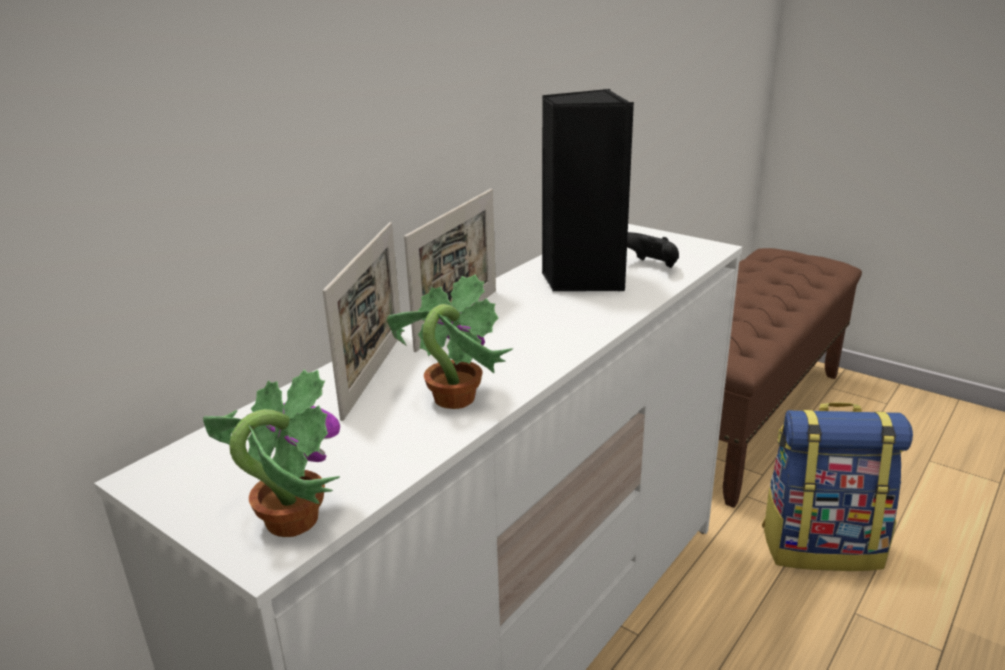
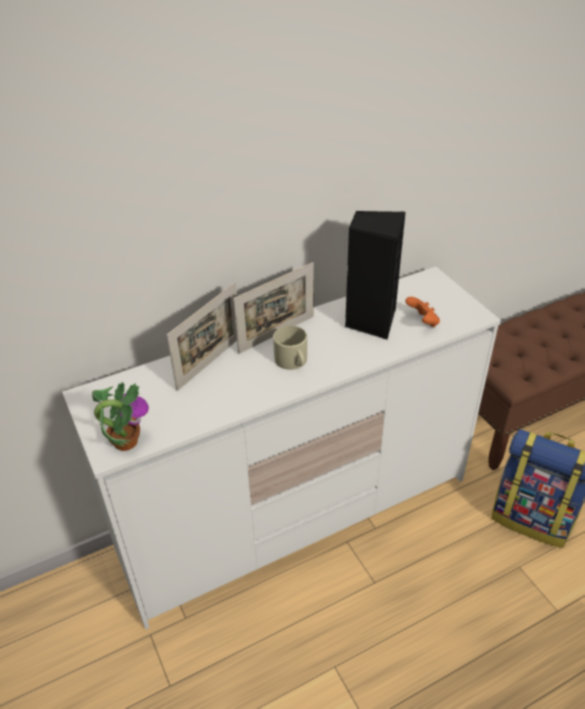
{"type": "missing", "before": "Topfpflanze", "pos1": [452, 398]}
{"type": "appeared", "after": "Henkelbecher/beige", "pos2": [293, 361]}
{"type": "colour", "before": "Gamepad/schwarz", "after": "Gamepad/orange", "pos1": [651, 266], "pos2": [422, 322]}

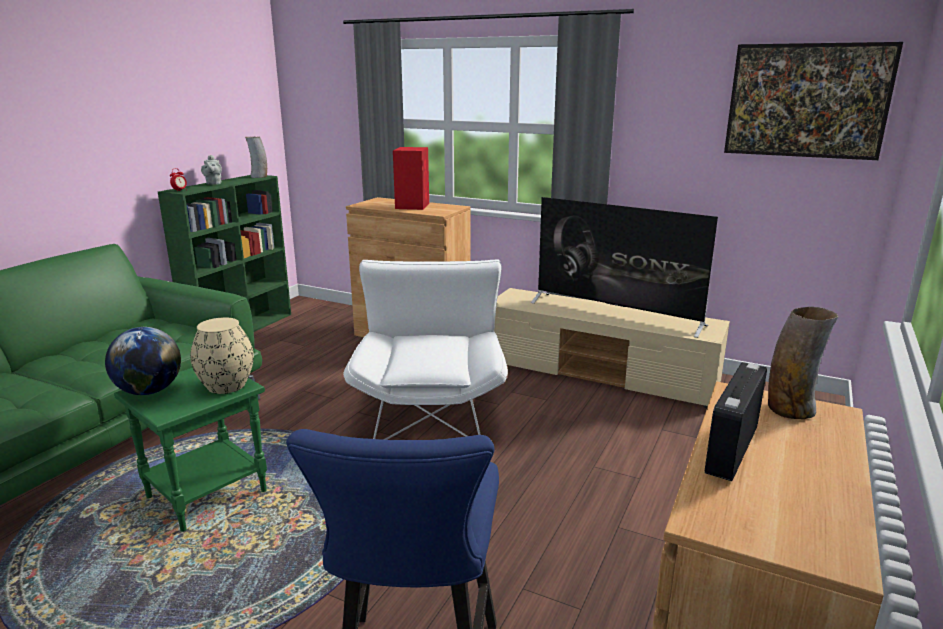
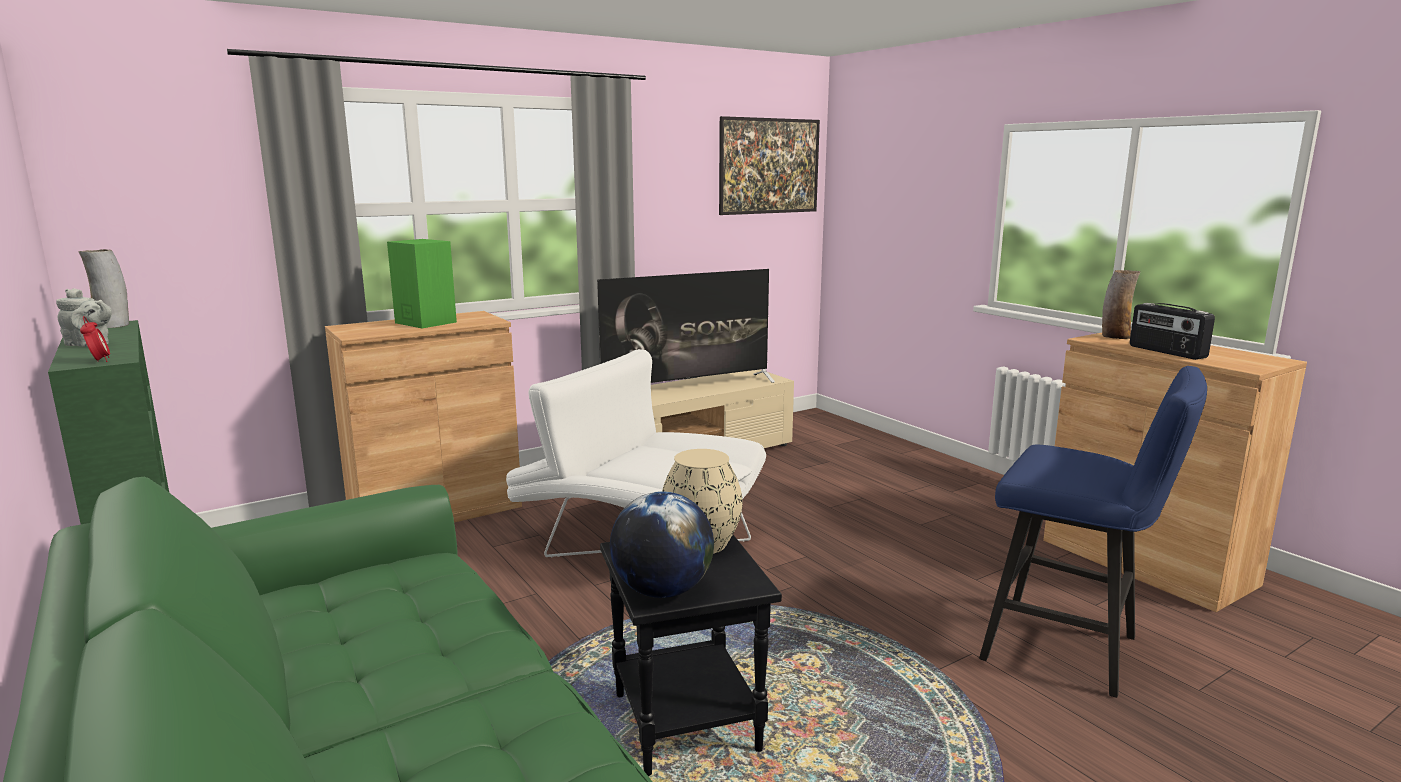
{"type": "colour", "before": "Beistelltisch/grün", "after": "Beistelltisch/schwarz", "pos1": [207, 493], "pos2": [683, 722]}
{"type": "colour", "before": "Lautsprecher/rot", "after": "Lautsprecher/grün", "pos1": [412, 206], "pos2": [425, 322]}

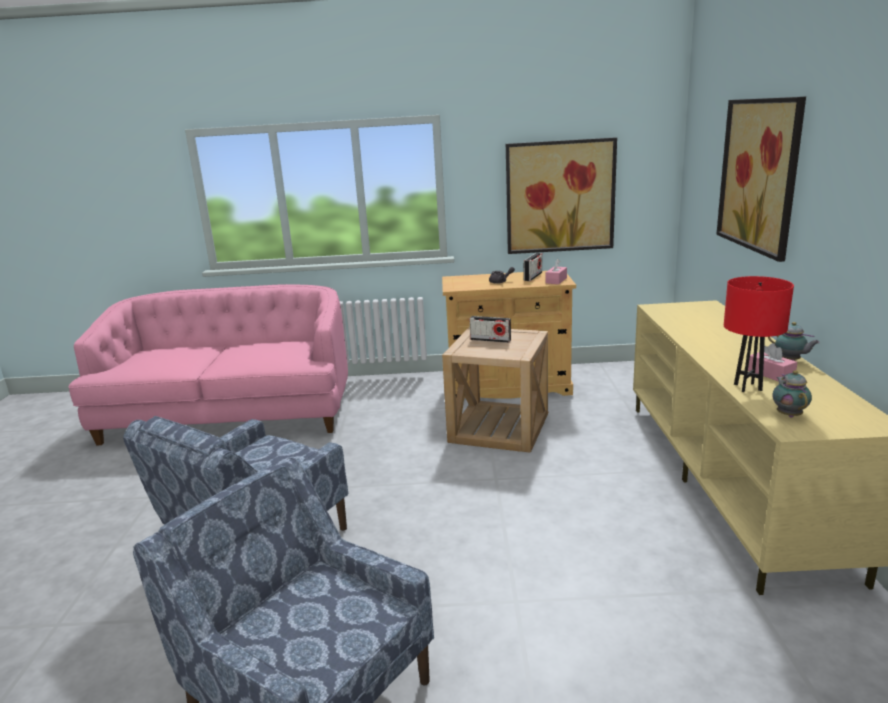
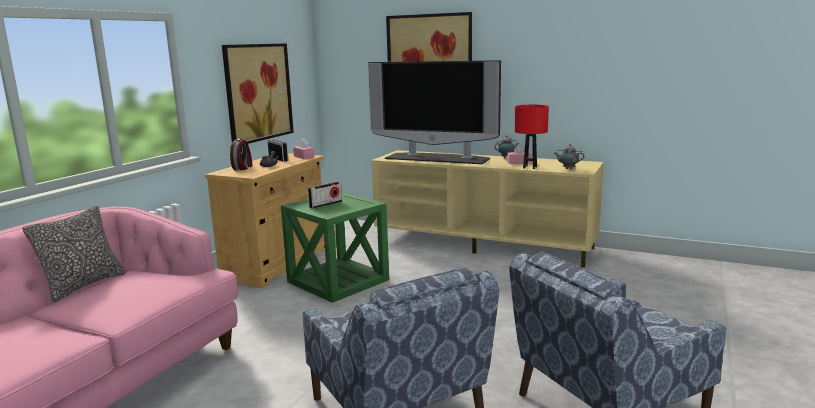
{"type": "appeared", "after": "Kissen", "pos2": [83, 285]}
{"type": "appeared", "after": "Wecker", "pos2": [243, 168]}
{"type": "appeared", "after": "Fernseher", "pos2": [437, 158]}
{"type": "colour", "before": "Beistelltisch/beige", "after": "Beistelltisch/grün", "pos1": [499, 428], "pos2": [338, 281]}

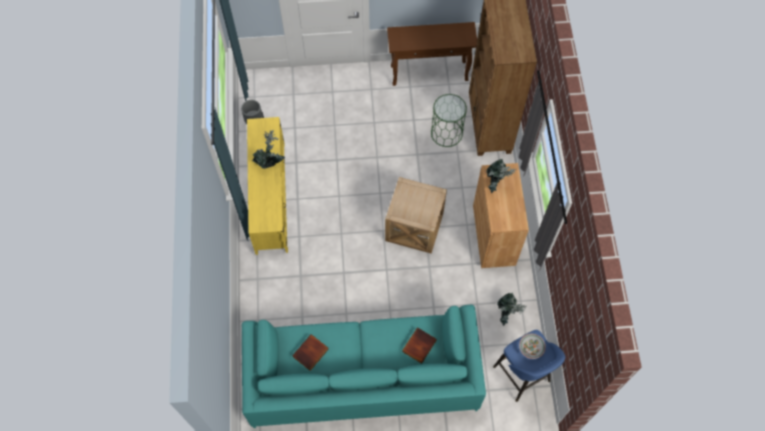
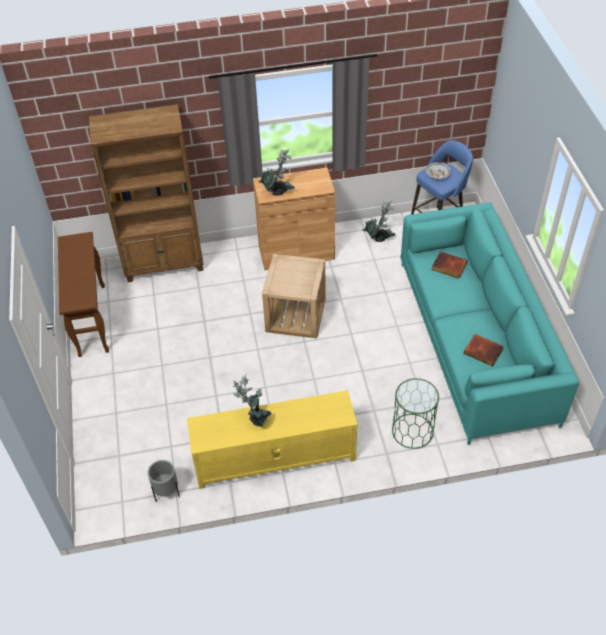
{"type": "relocated", "before": "Beistelltisch/grün", "pos1": [446, 133], "pos2": [412, 431]}

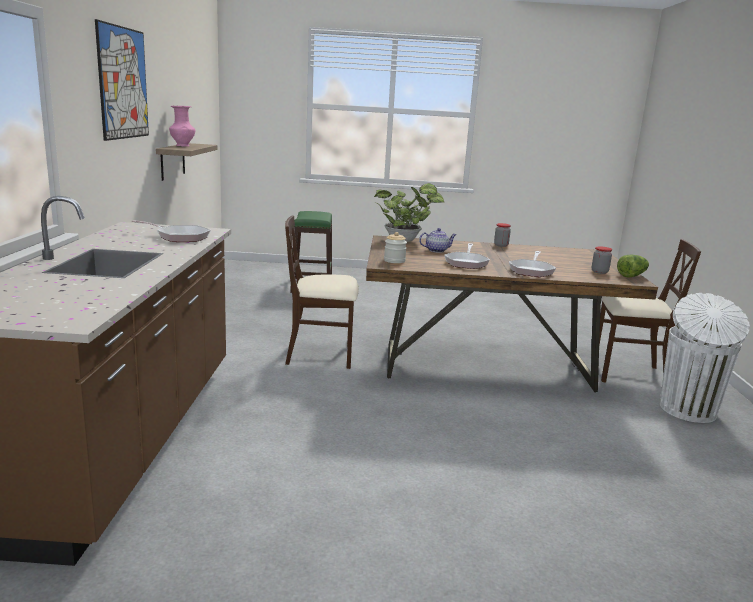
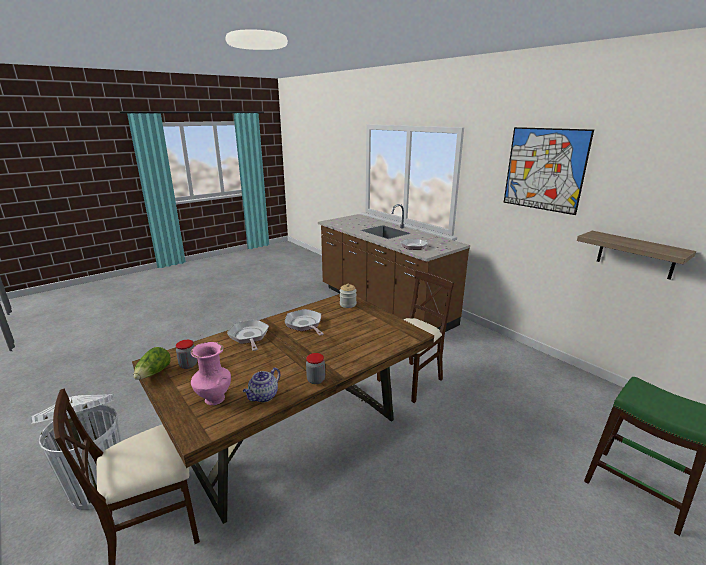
{"type": "missing", "before": "Topfpflanze", "pos1": [405, 240]}
{"type": "relocated", "before": "Vase/rosa", "pos1": [183, 146], "pos2": [213, 399]}
{"type": "relocated", "before": "Teekanne", "pos1": [437, 250], "pos2": [263, 396]}

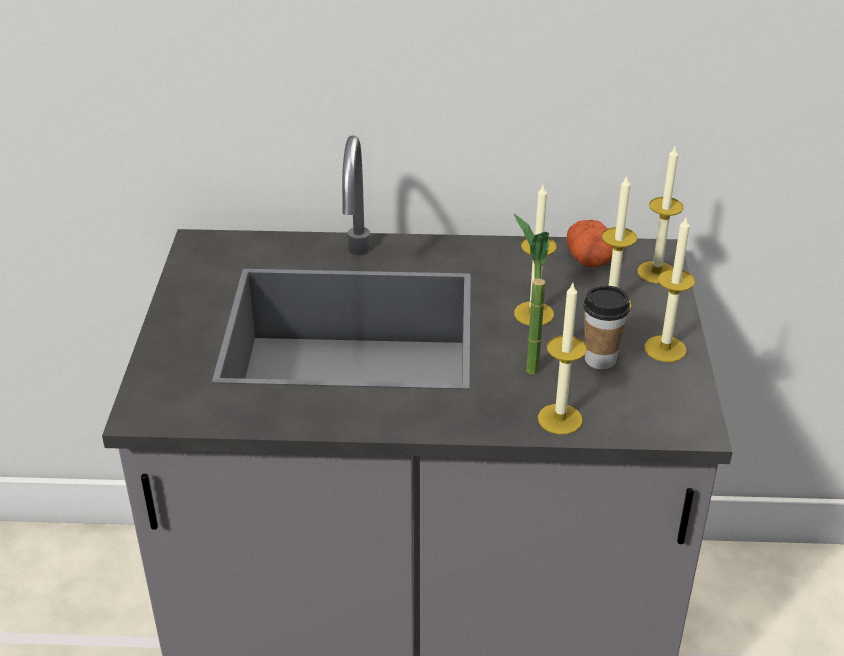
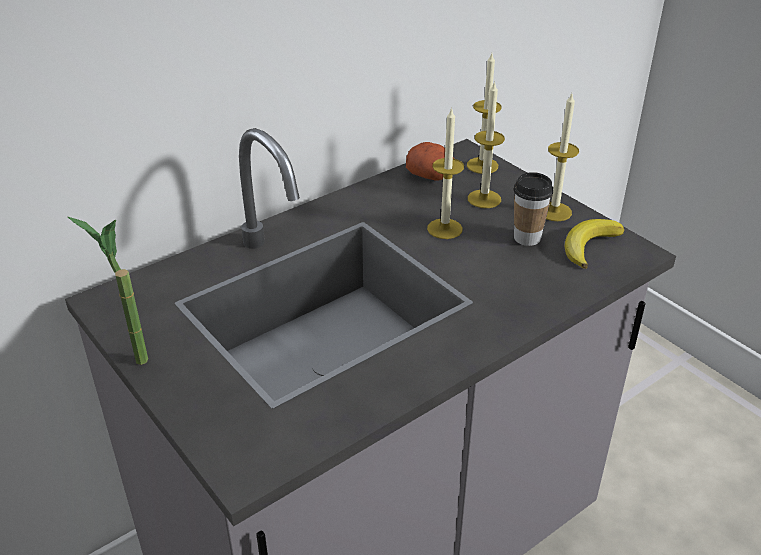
{"type": "missing", "before": "Kerze", "pos1": [560, 419]}
{"type": "appeared", "after": "Banane", "pos2": [589, 245]}
{"type": "relocated", "before": "Topfpflanze", "pos1": [526, 362], "pos2": [131, 356]}

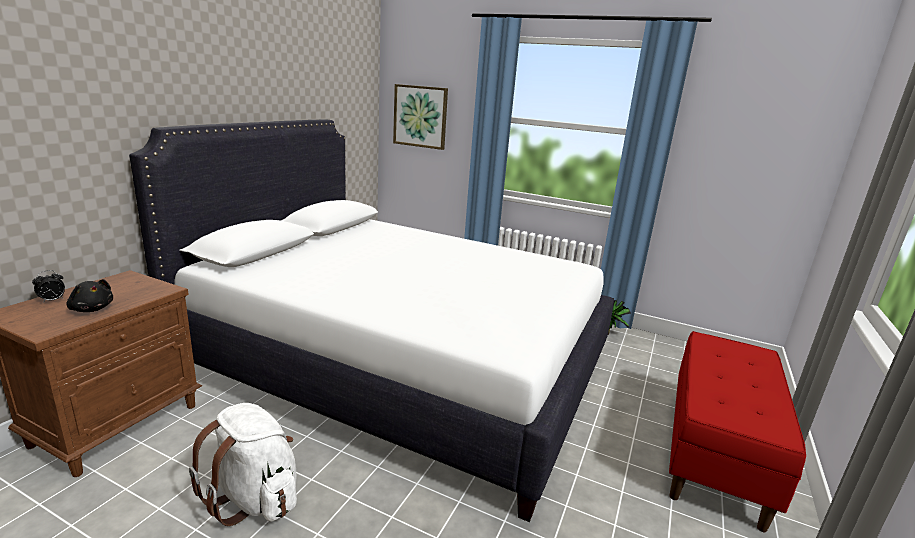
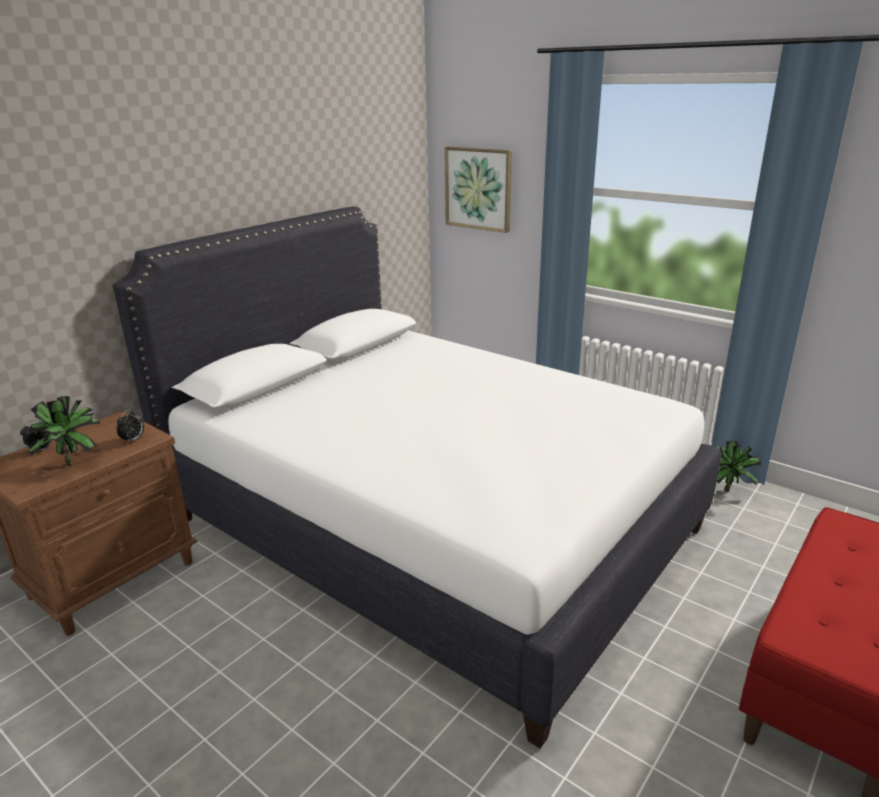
{"type": "missing", "before": "Rucksack/weiß", "pos1": [255, 497]}
{"type": "appeared", "after": "Wecker", "pos2": [133, 440]}
{"type": "exchanged", "before": "Plüschtier/schwarz", "after": "Topfpflanze", "pos1": [92, 309], "pos2": [75, 462]}

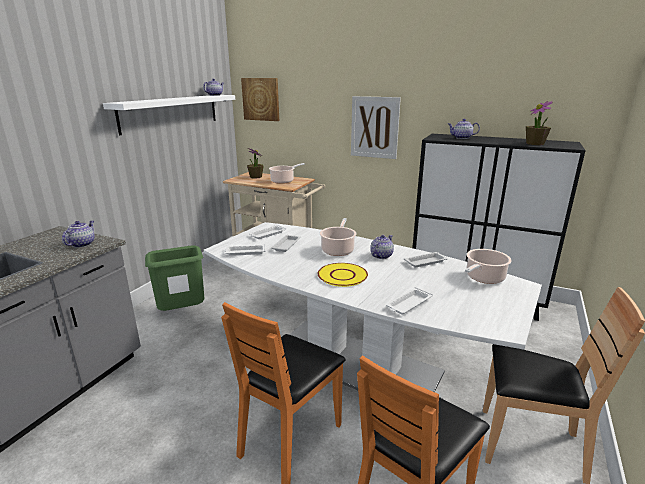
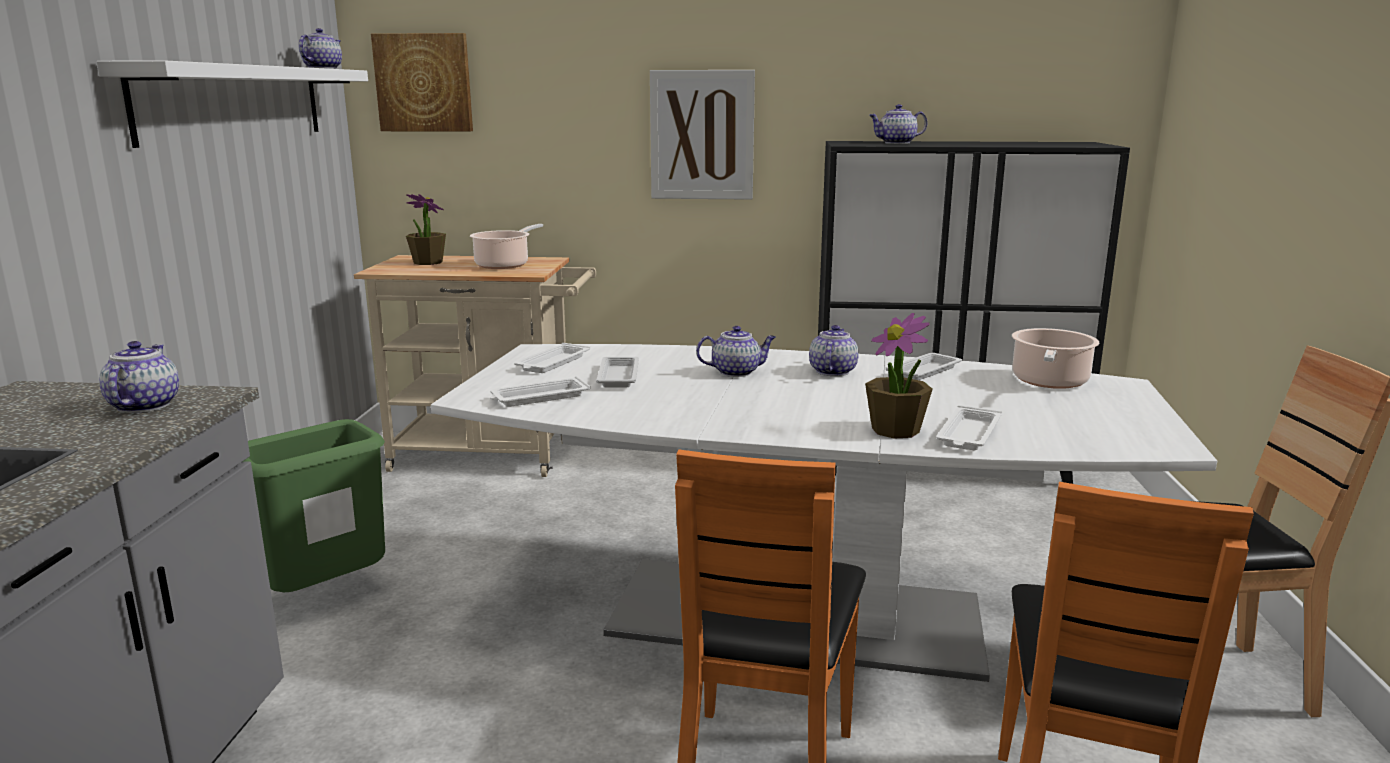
{"type": "missing", "before": "Teller/gelb", "pos1": [342, 275]}
{"type": "relocated", "before": "Topfpflanze", "pos1": [535, 143], "pos2": [896, 430]}
{"type": "exchanged", "before": "Kochtopf", "after": "Teekanne", "pos1": [338, 250], "pos2": [736, 372]}

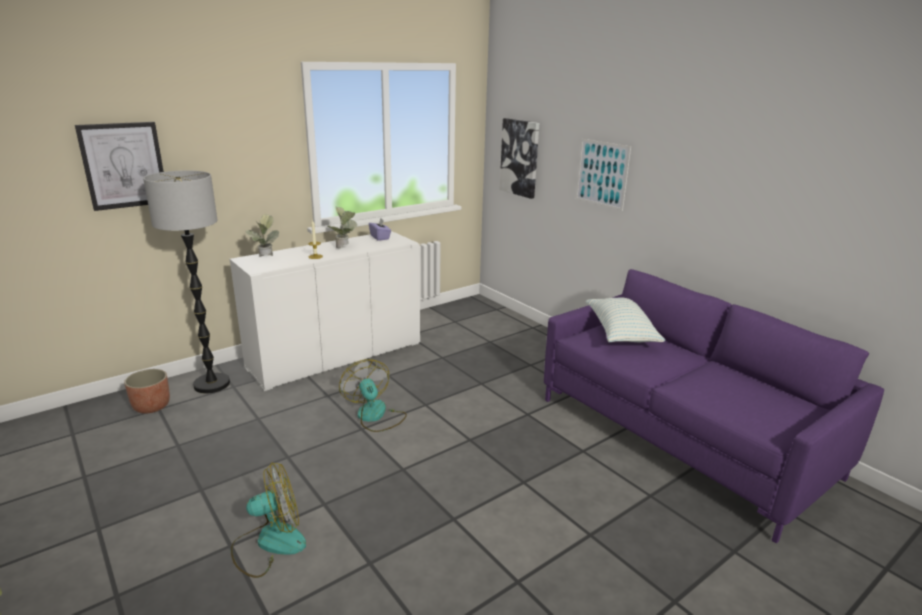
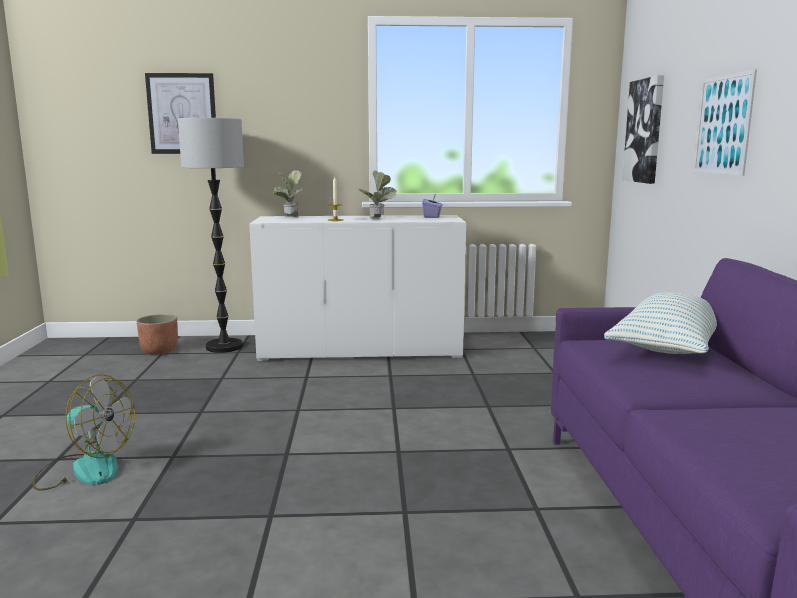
{"type": "missing", "before": "Ventilator", "pos1": [375, 416]}

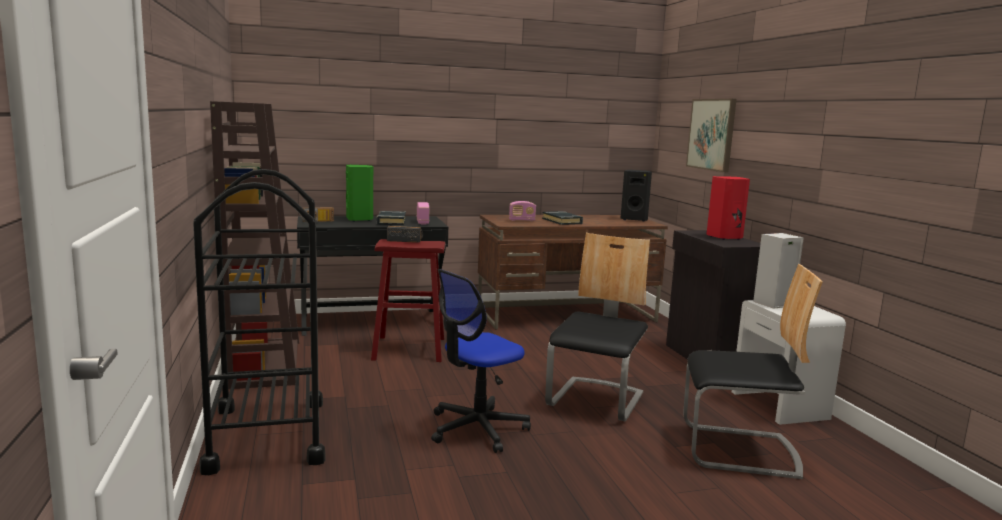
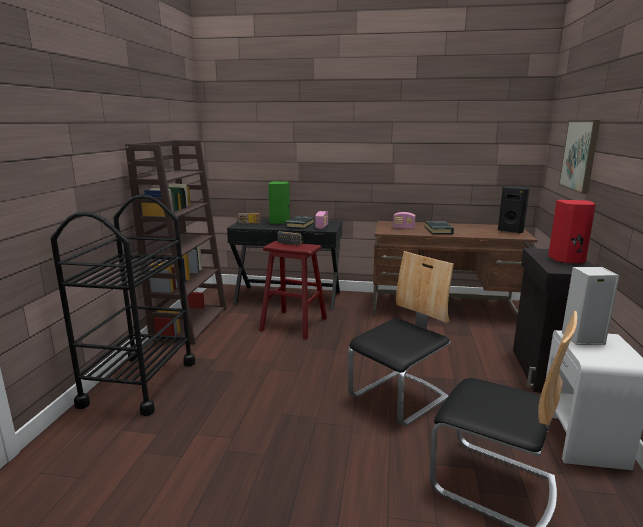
{"type": "missing", "before": "Bürostuhl", "pos1": [477, 428]}

